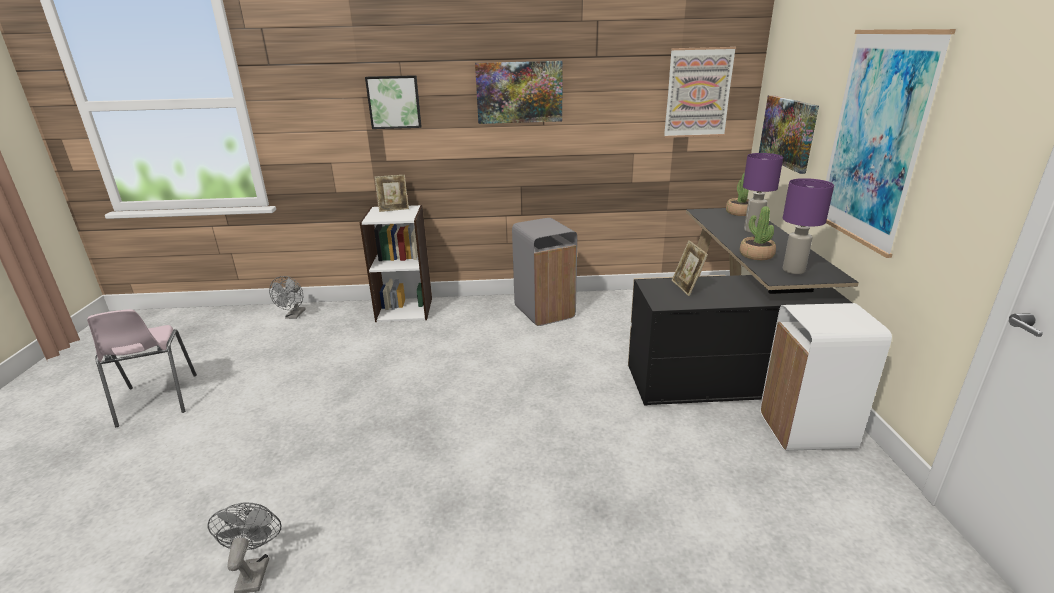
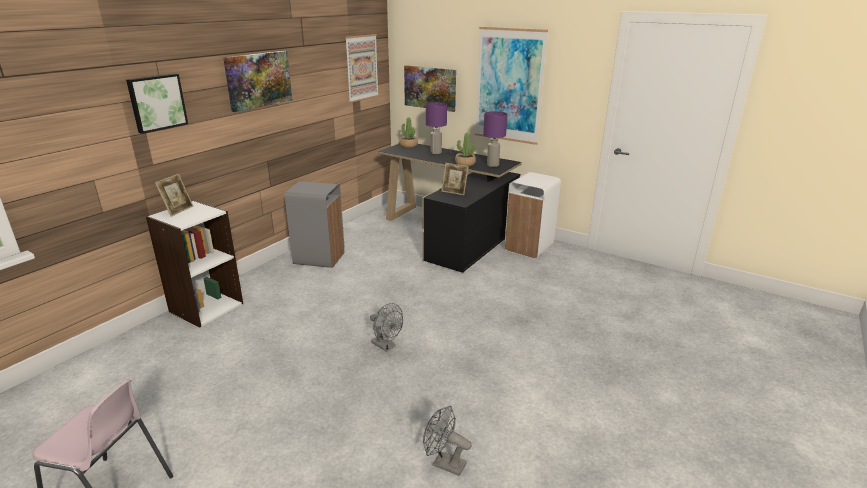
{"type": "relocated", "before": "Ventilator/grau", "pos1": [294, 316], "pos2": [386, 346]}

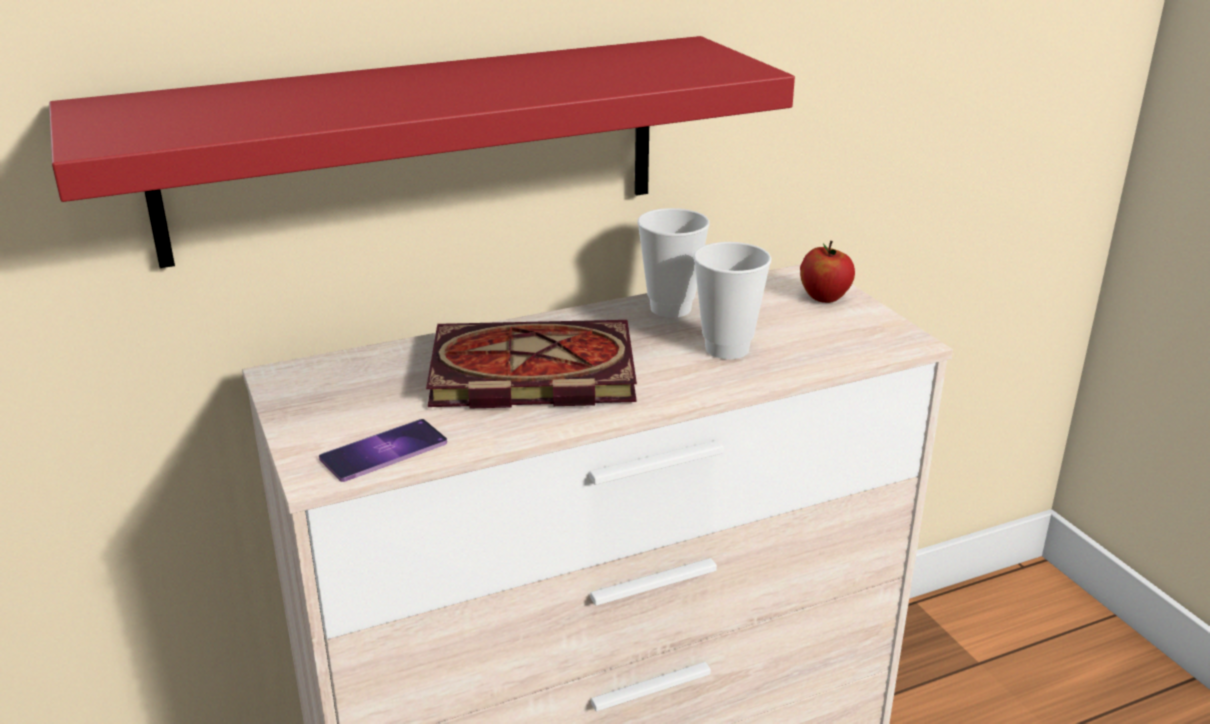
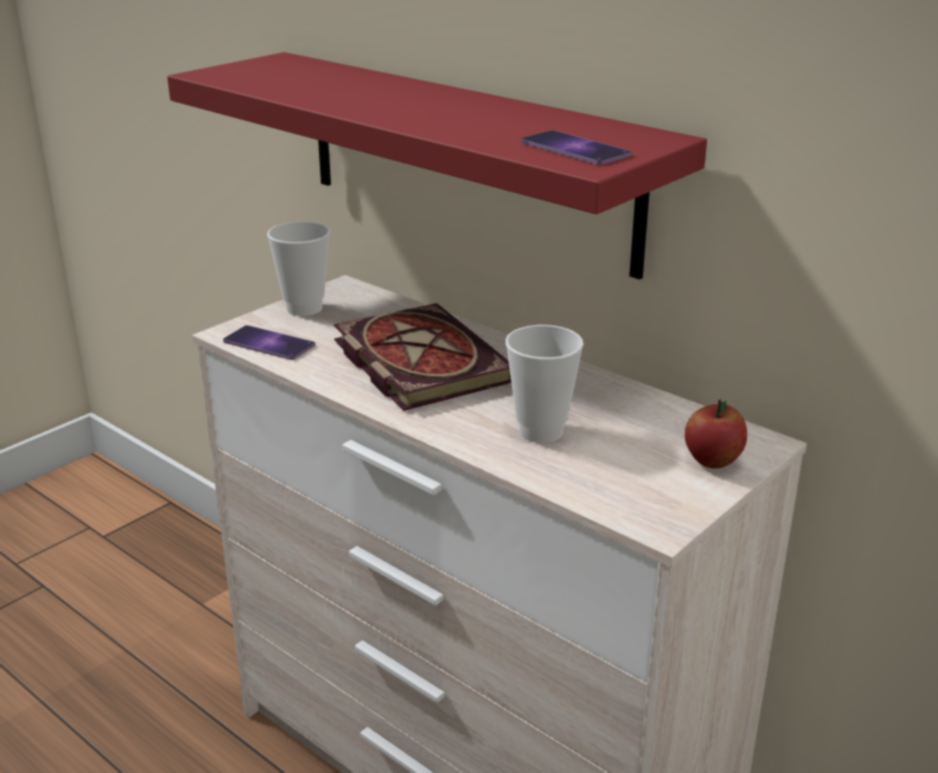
{"type": "appeared", "after": "Handy", "pos2": [575, 148]}
{"type": "relocated", "before": "Tasse", "pos1": [670, 308], "pos2": [304, 308]}

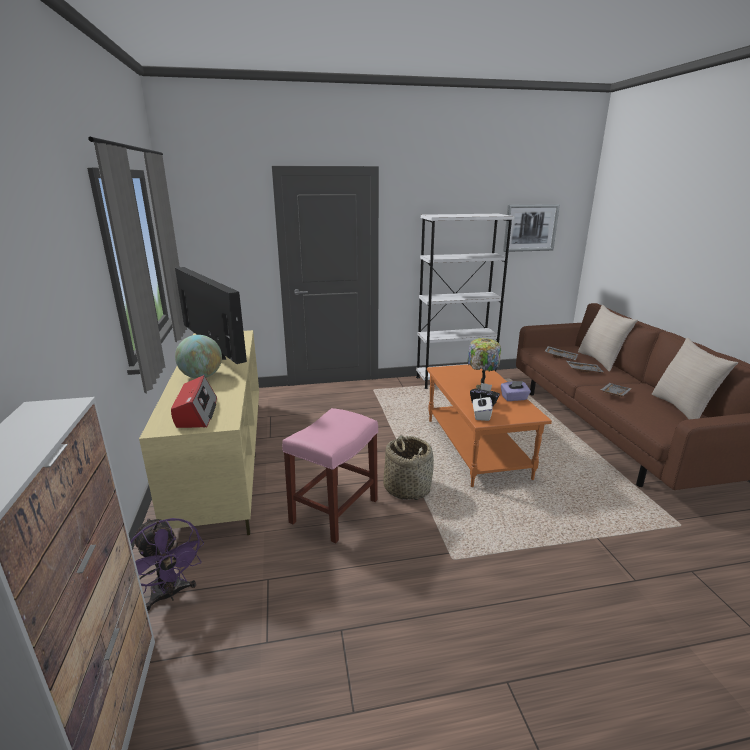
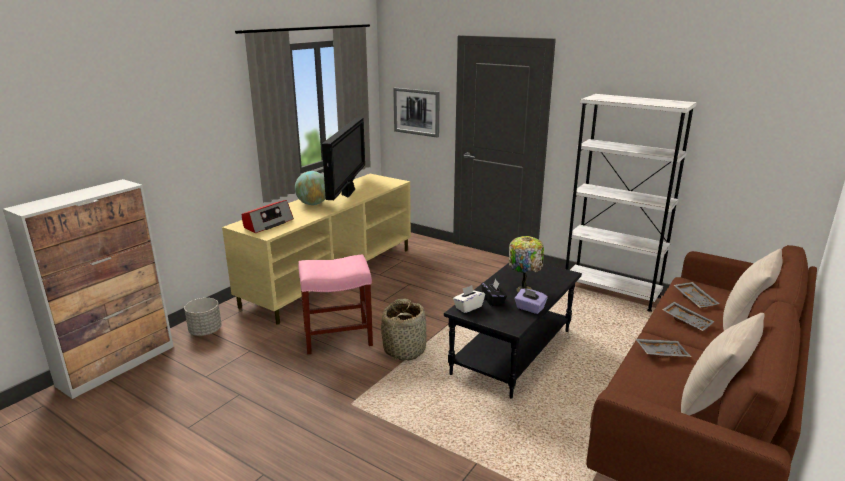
{"type": "relocated", "before": "Bild", "pos1": [530, 228], "pos2": [416, 112]}
{"type": "exchanged", "before": "Ventilator/lila", "after": "Pflanzkübel/grau", "pos1": [170, 595], "pos2": [206, 331]}
{"type": "colour", "before": "Couchtisch/orange", "after": "Couchtisch/schwarz", "pos1": [477, 448], "pos2": [513, 353]}

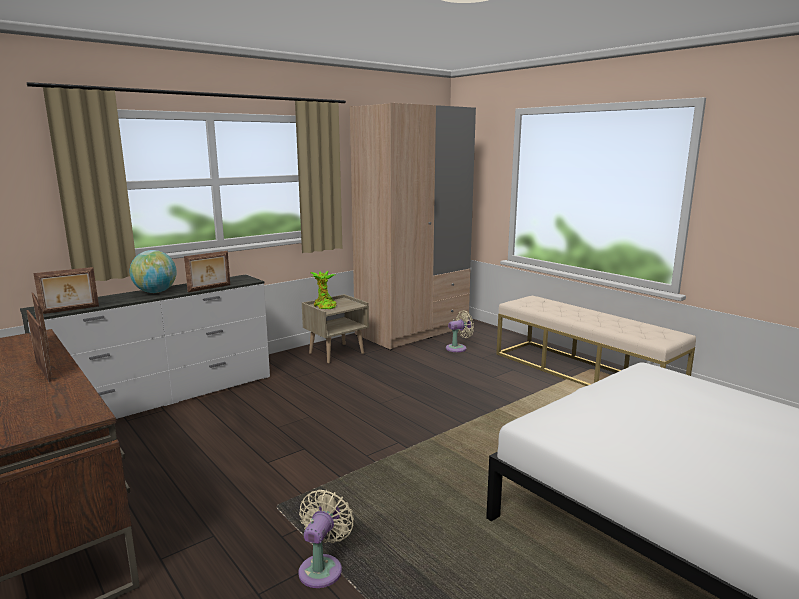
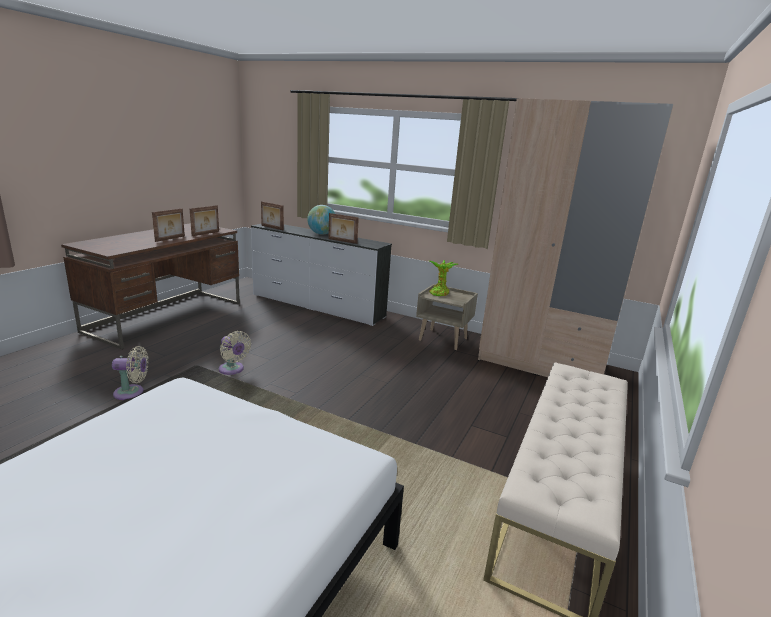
{"type": "relocated", "before": "Ventilator/beige", "pos1": [458, 348], "pos2": [232, 370]}

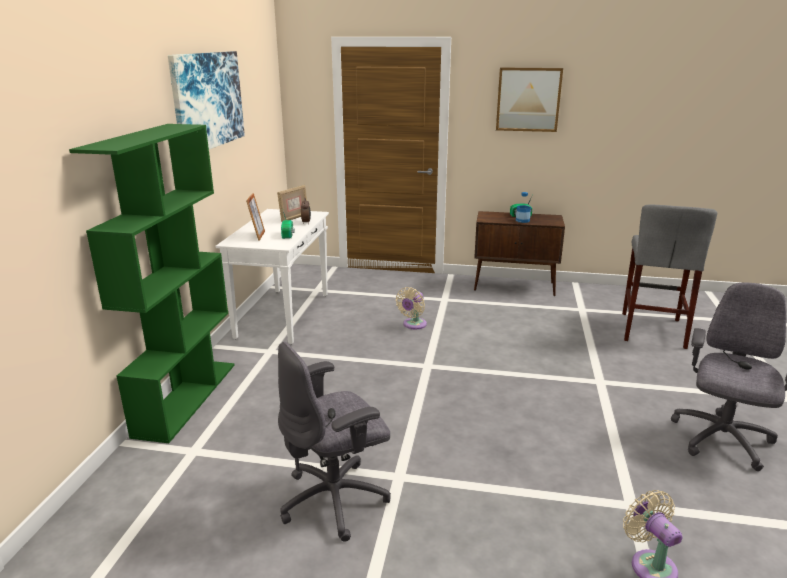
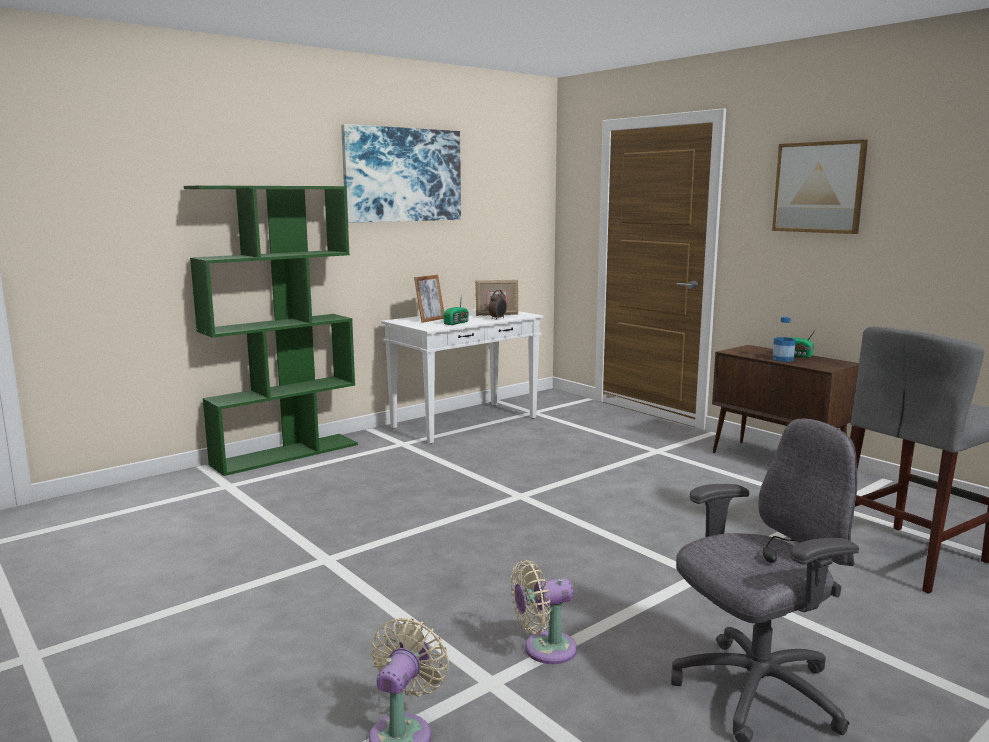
{"type": "missing", "before": "Bürostuhl/grau", "pos1": [336, 499]}
{"type": "relocated", "before": "Ventilator/beige", "pos1": [413, 325], "pos2": [544, 649]}

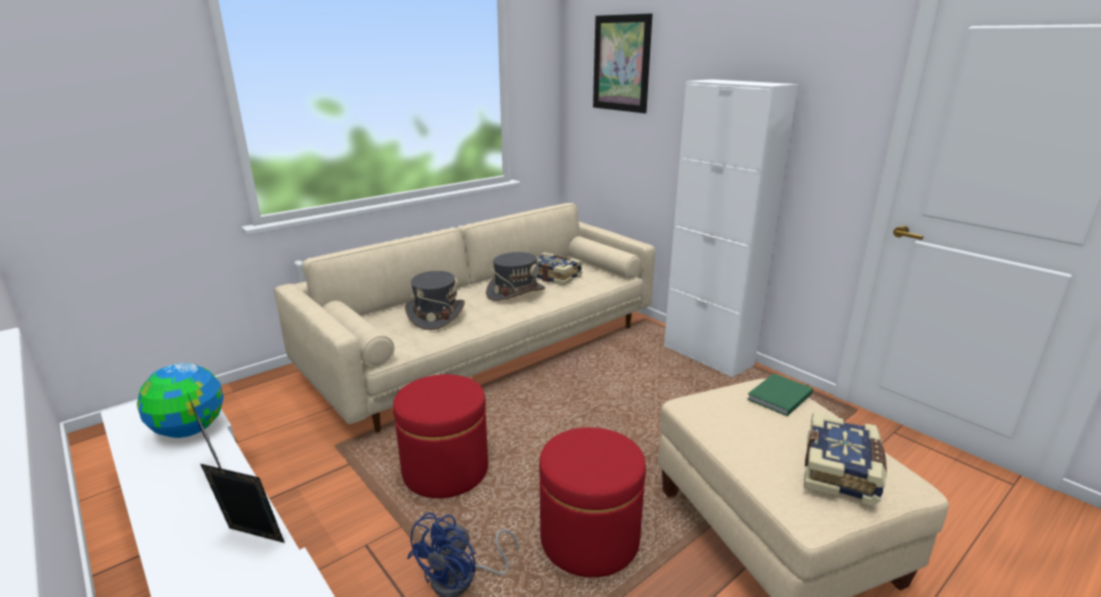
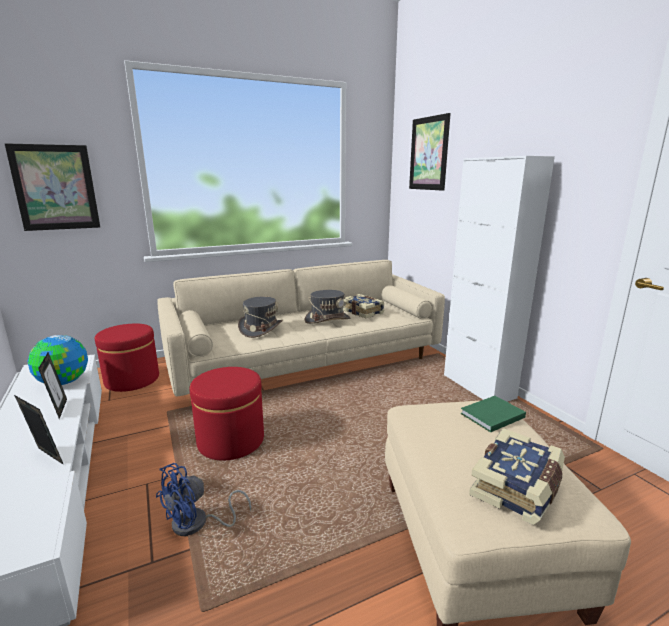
{"type": "appeared", "after": "Bild", "pos2": [55, 188]}
{"type": "relocated", "before": "Polsterhocker/rot", "pos1": [589, 539], "pos2": [132, 380]}

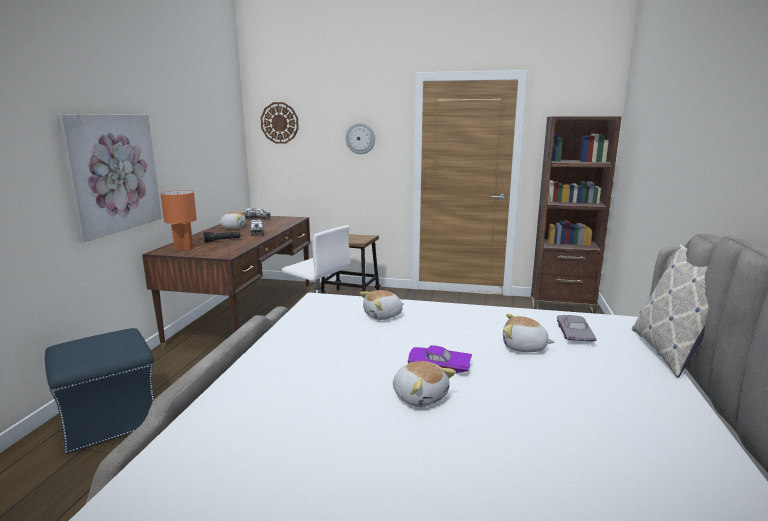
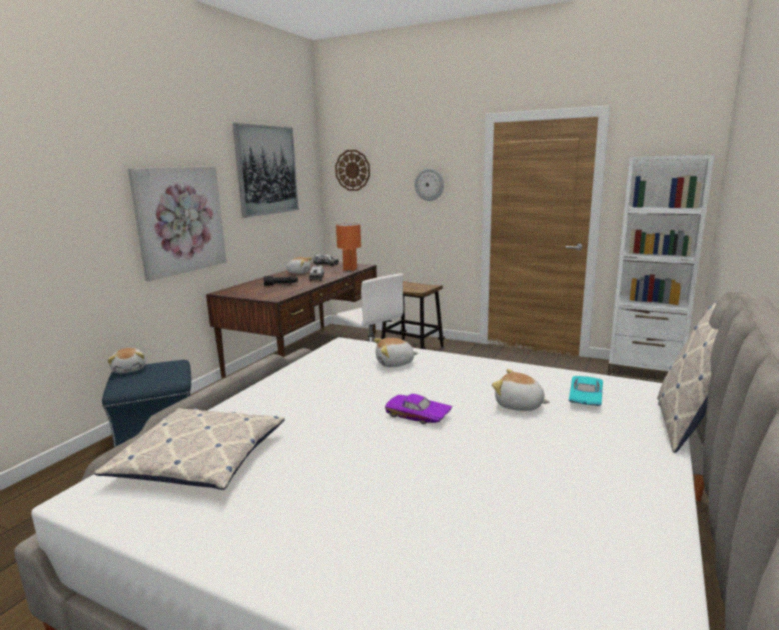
{"type": "appeared", "after": "Kissen", "pos2": [200, 459]}
{"type": "appeared", "after": "Bild", "pos2": [267, 170]}
{"type": "relocated", "before": "Tischlampe/orange", "pos1": [183, 248], "pos2": [349, 269]}
{"type": "relocated", "before": "Plüschtier", "pos1": [420, 396], "pos2": [130, 369]}
{"type": "colour", "before": "Bücherregal/braun", "after": "Bücherregal/weiß", "pos1": [561, 306], "pos2": [643, 373]}
{"type": "colour", "before": "Spielzeugauto/grau", "after": "Spielzeugauto/türkis", "pos1": [573, 334], "pos2": [583, 397]}

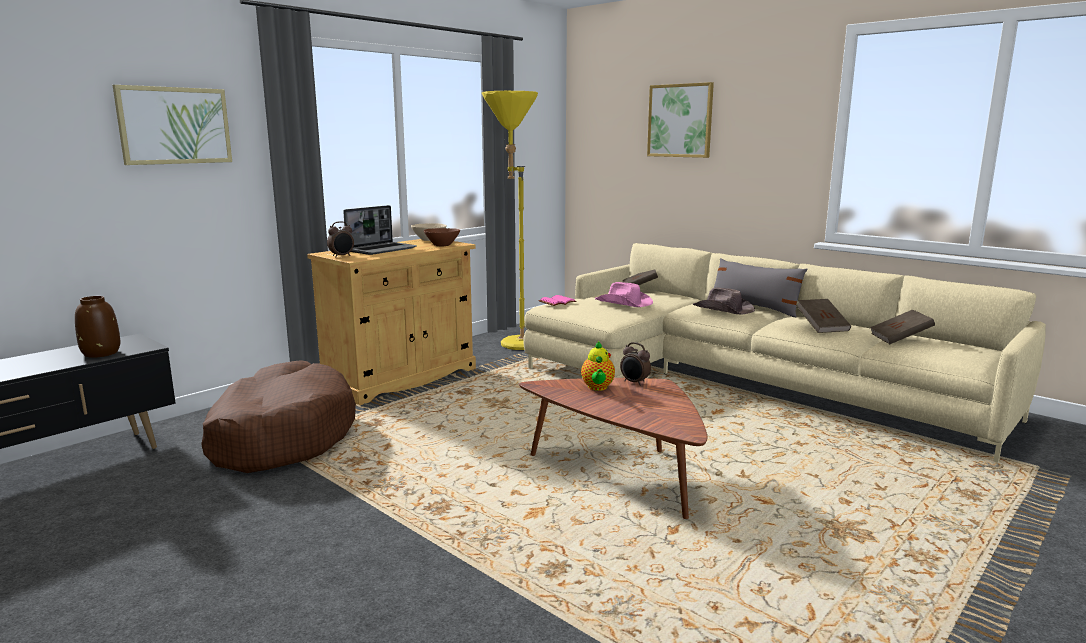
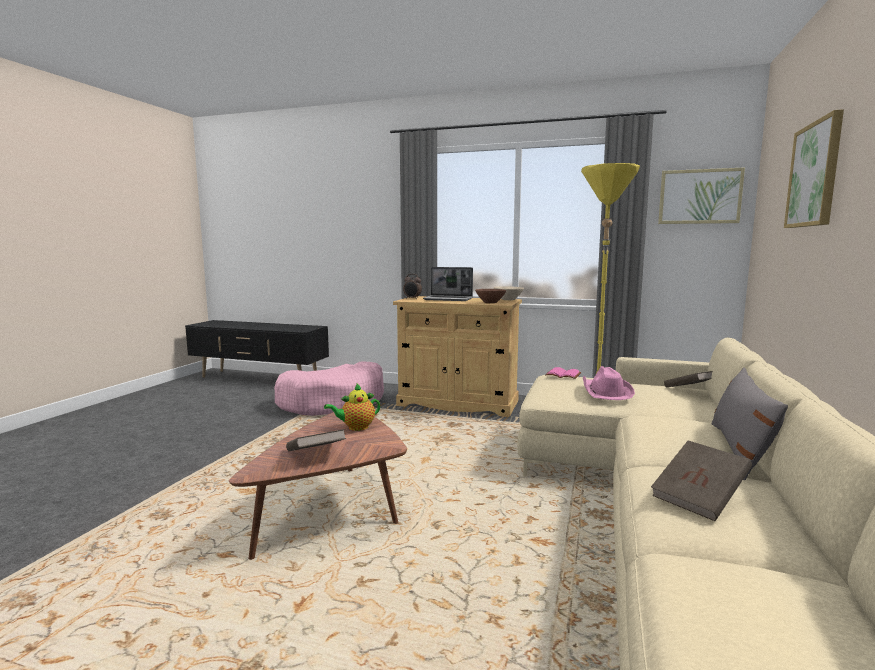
{"type": "missing", "before": "Vase/braun", "pos1": [101, 353]}
{"type": "missing", "before": "Wecker", "pos1": [634, 383]}
{"type": "missing", "before": "Hut/braun", "pos1": [723, 309]}
{"type": "relocated", "before": "Bild", "pos1": [174, 125], "pos2": [699, 196]}
{"type": "relocated", "before": "Buch/braun", "pos1": [900, 339], "pos2": [315, 456]}
{"type": "colour", "before": "Hundebett/braun", "after": "Hundebett/rosa", "pos1": [280, 436], "pos2": [333, 402]}

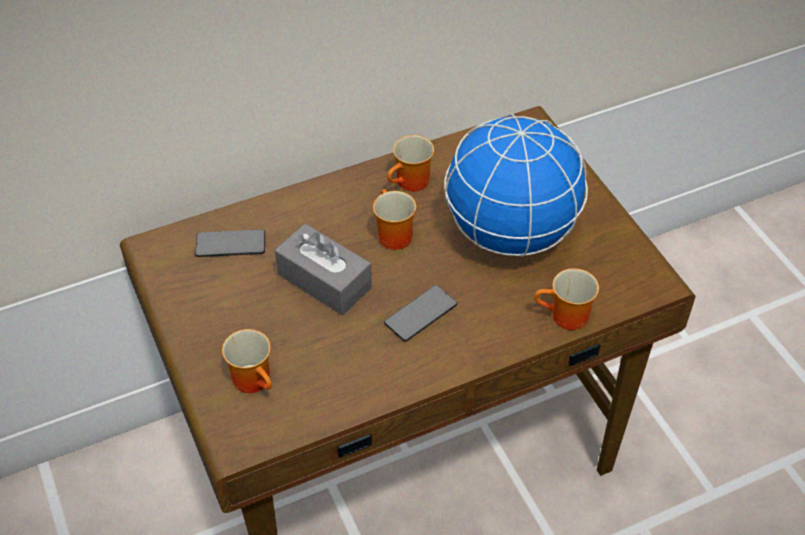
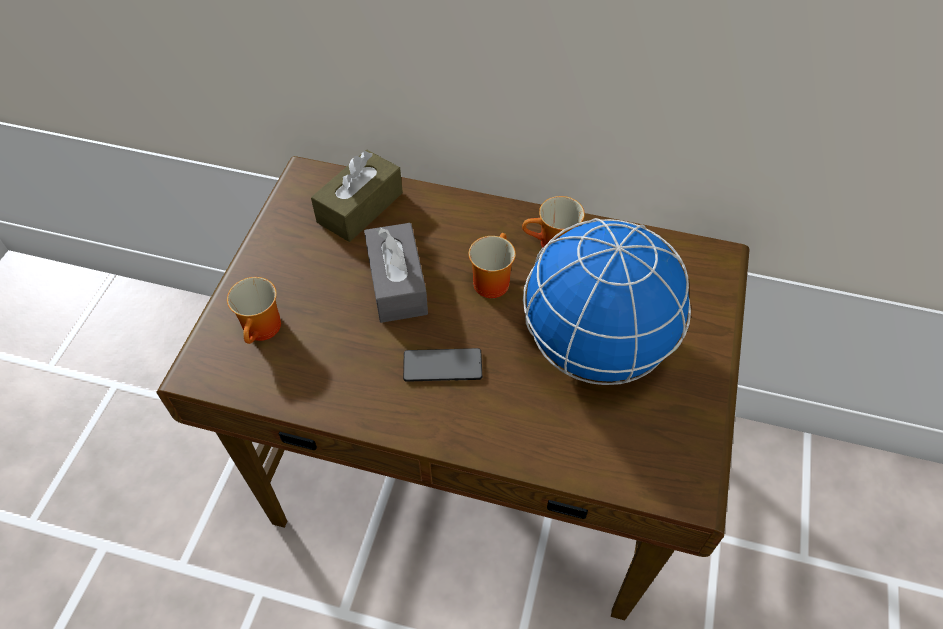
{"type": "missing", "before": "Henkelbecher", "pos1": [565, 318]}
{"type": "exchanged", "before": "Handy", "after": "Taschentuchbox/braun", "pos1": [230, 244], "pos2": [360, 207]}

